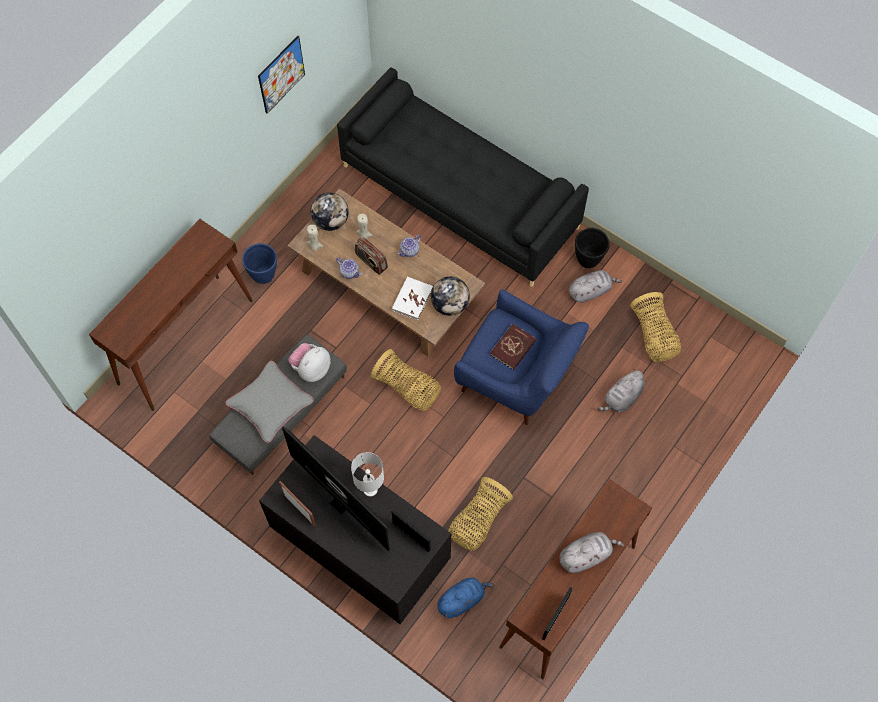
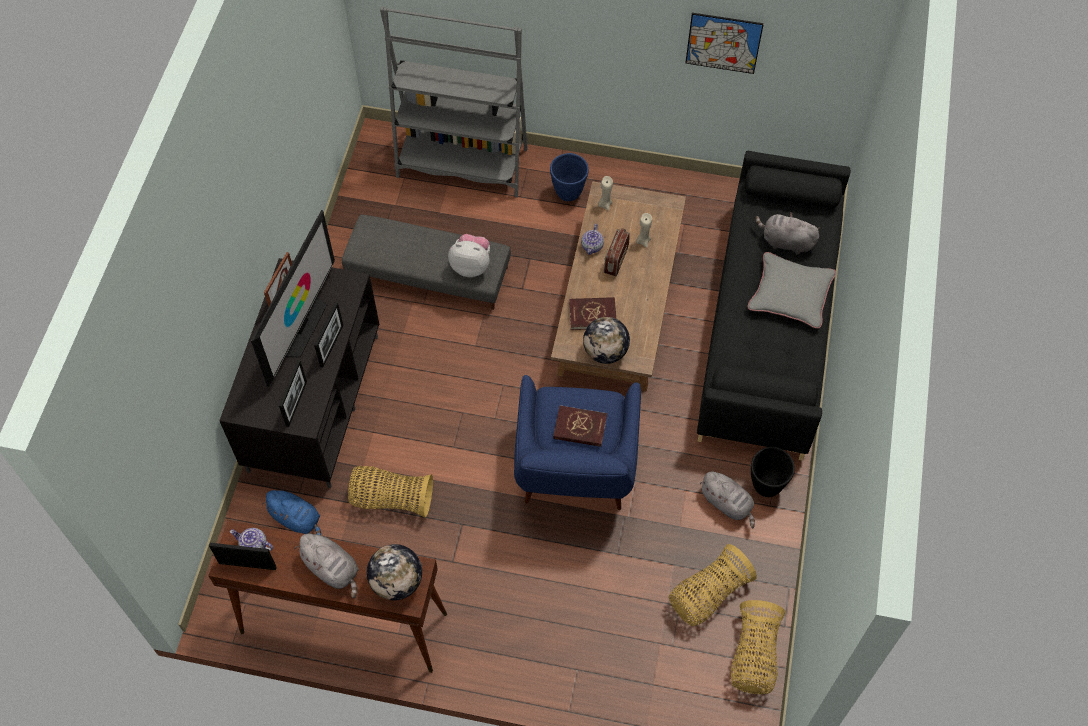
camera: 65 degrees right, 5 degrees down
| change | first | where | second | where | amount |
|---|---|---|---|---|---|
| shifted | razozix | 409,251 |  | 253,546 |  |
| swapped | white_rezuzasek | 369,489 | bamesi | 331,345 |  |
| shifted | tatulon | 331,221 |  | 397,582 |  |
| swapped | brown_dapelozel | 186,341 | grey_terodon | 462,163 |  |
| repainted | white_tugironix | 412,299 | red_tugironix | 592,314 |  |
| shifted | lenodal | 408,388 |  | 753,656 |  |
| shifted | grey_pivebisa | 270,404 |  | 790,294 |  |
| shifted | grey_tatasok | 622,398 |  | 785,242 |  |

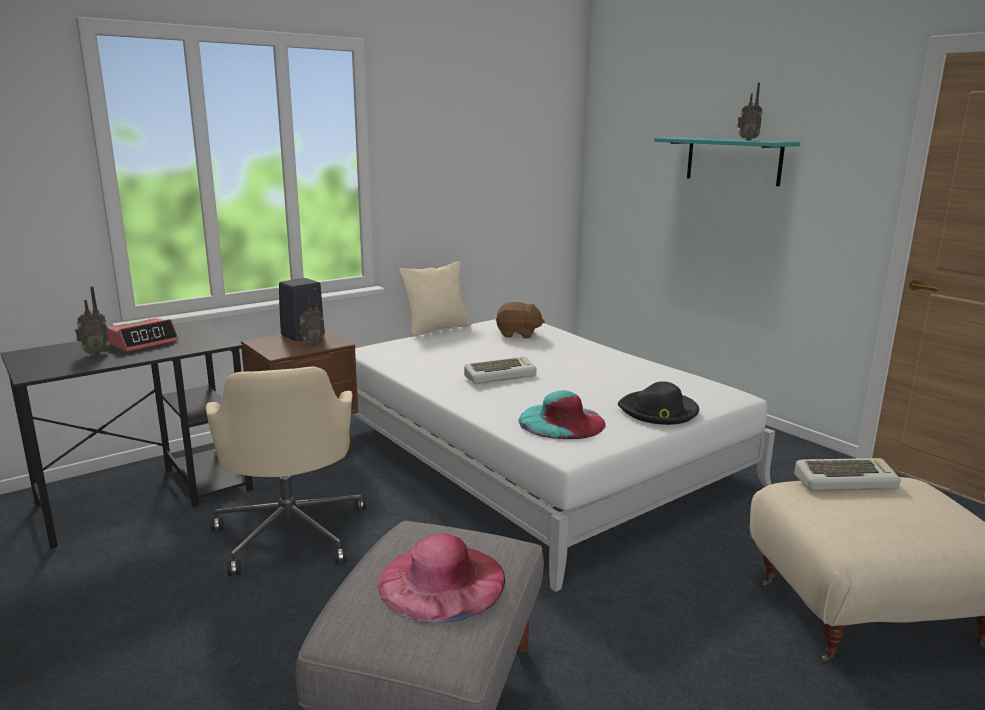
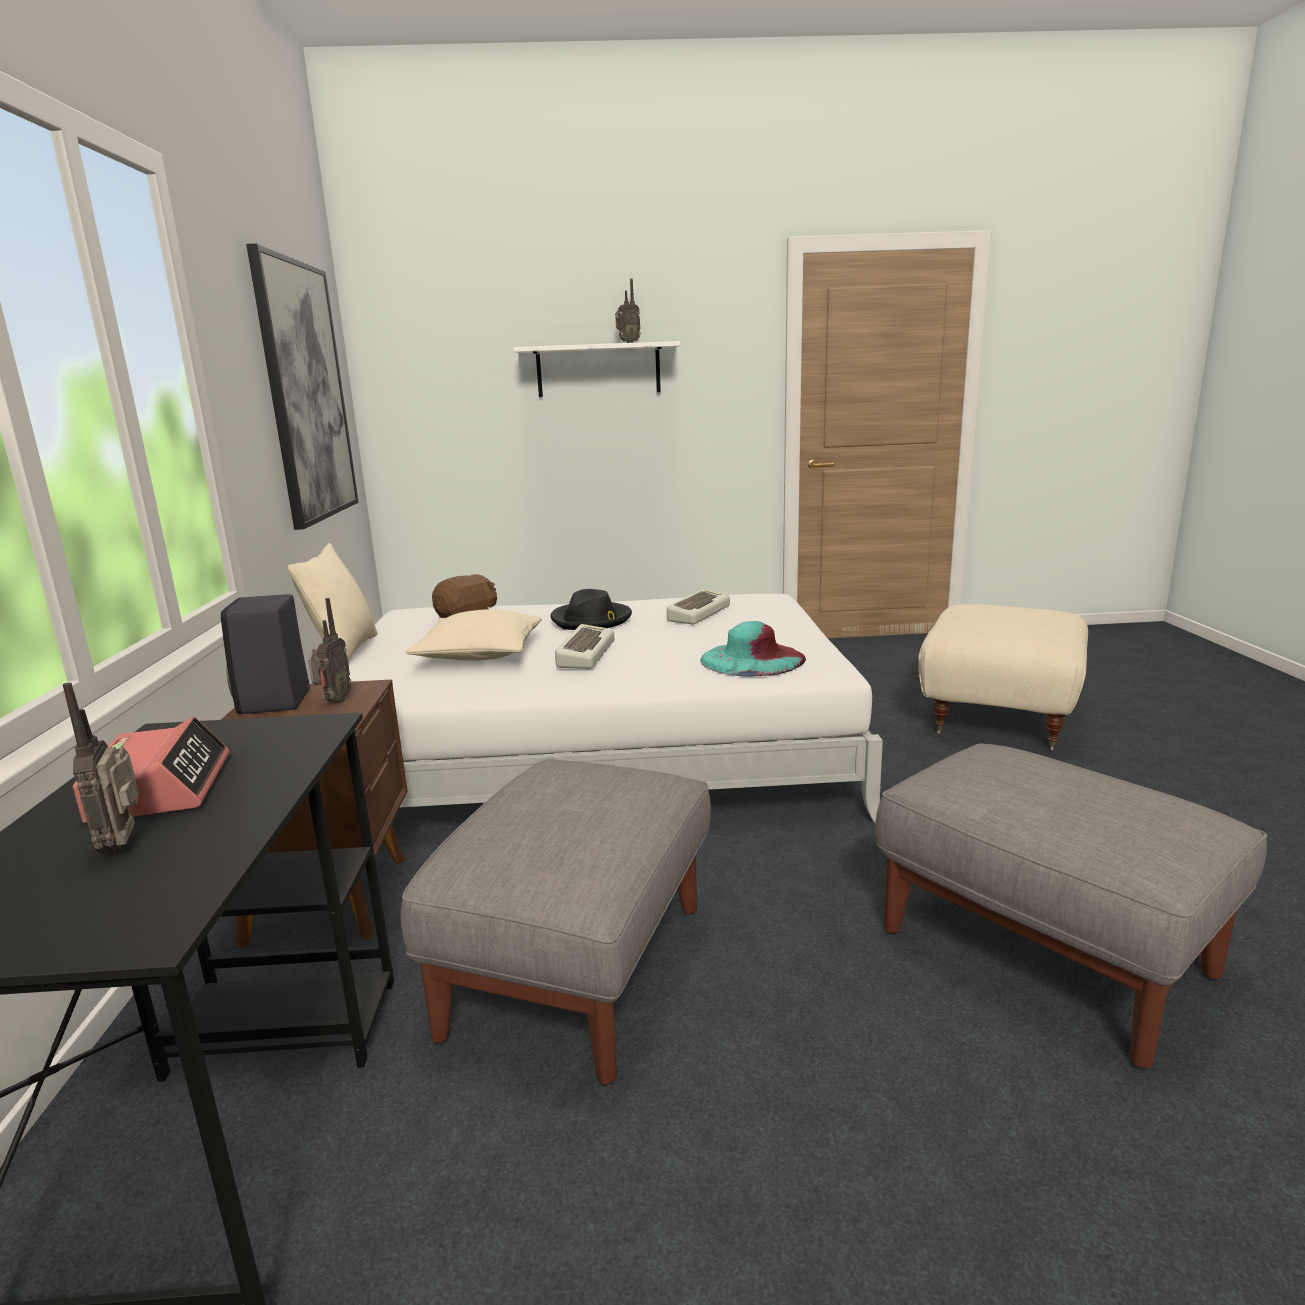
camera: 55 degrees left, 0 degrees up
| change | first | where | second | where | amount |
|---|---|---|---|---|---|
| rotated | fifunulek | 95,353 |  | 125,844 | 150 degrees clockwise |
| new |  |  | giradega | 306,392 |  |
| swapped | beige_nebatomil | 291,532 | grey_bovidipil | 577,970 |  |
| new |  |  | beige_pivebisa | 479,654 |  |
| repainted | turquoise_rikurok | 733,161 | white_rikurok | 598,370 |  |
| shifted | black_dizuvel | 658,411 |  | 591,620 |  |
| shifted | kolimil | 845,481 |  | 697,613 |  |
| gone | pink_dizuvel | 442,580 |  |  |  |

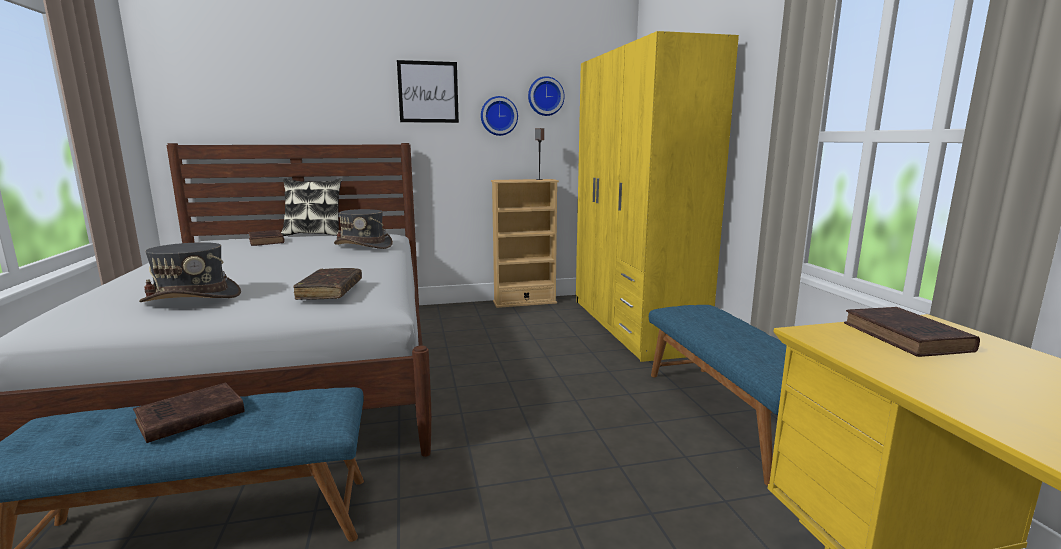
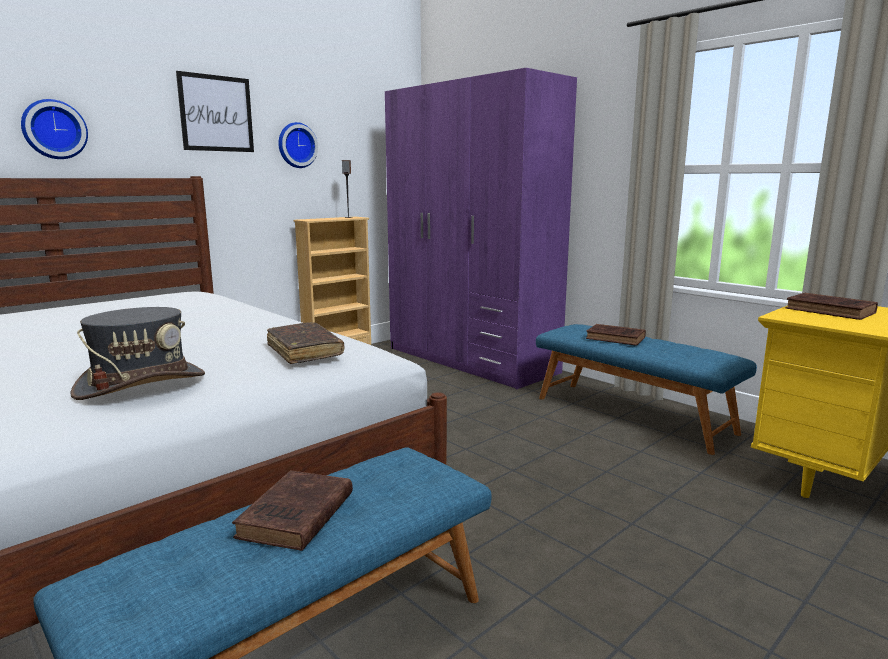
camera: 30 degrees left, 0 degrees up
| change | first | where | second | where | amount |
|---|---|---|---|---|---|
| shifted | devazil | 545,96 |  | 54,129 |  |
| repainted | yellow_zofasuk | 633,325 | purple_zofasuk | 470,360 |  |
| shifted | brown_tugironix | 266,241 |  | 617,338 |  |
| gone | pivebisa | 314,234 |  |  |  |
| gone | grey_dizuvel | 364,246 |  |  |  |

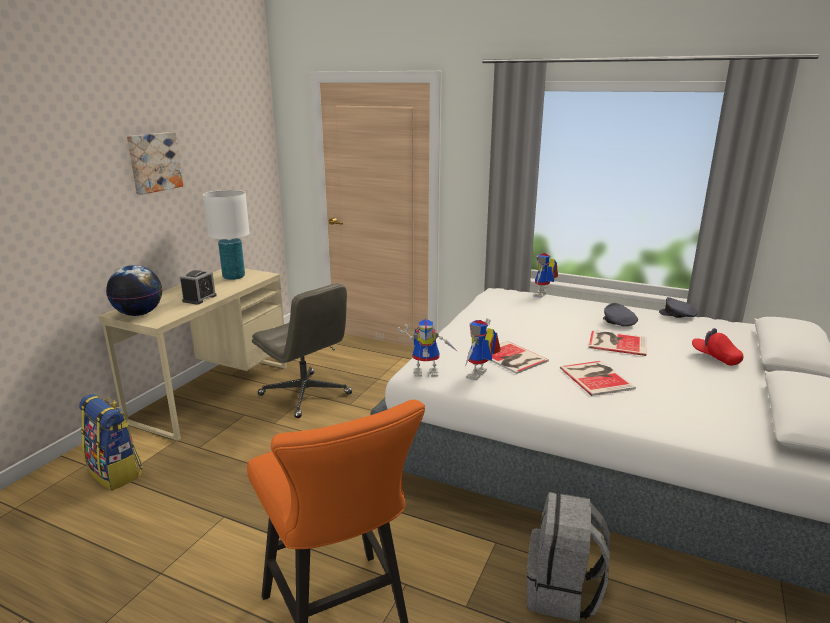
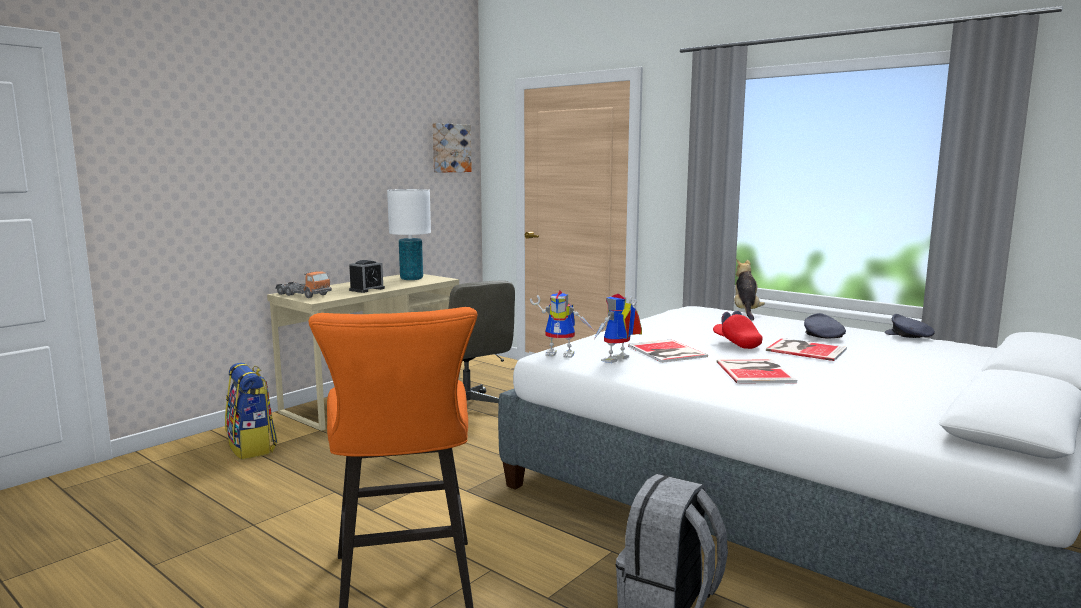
camera: 15 degrees right, 10 degrees down
| change | first | where | second | where | amount |
|---|---|---|---|---|---|
| swapped | tatulon | 139,314 | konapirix | 303,295 |  |
| shifted | giradega | 154,162 |  | 450,148 |  |
| shifted | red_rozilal | 715,358 |  | 736,343 |  |
| swapped | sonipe | 543,295 | tatasok | 745,312 |  |

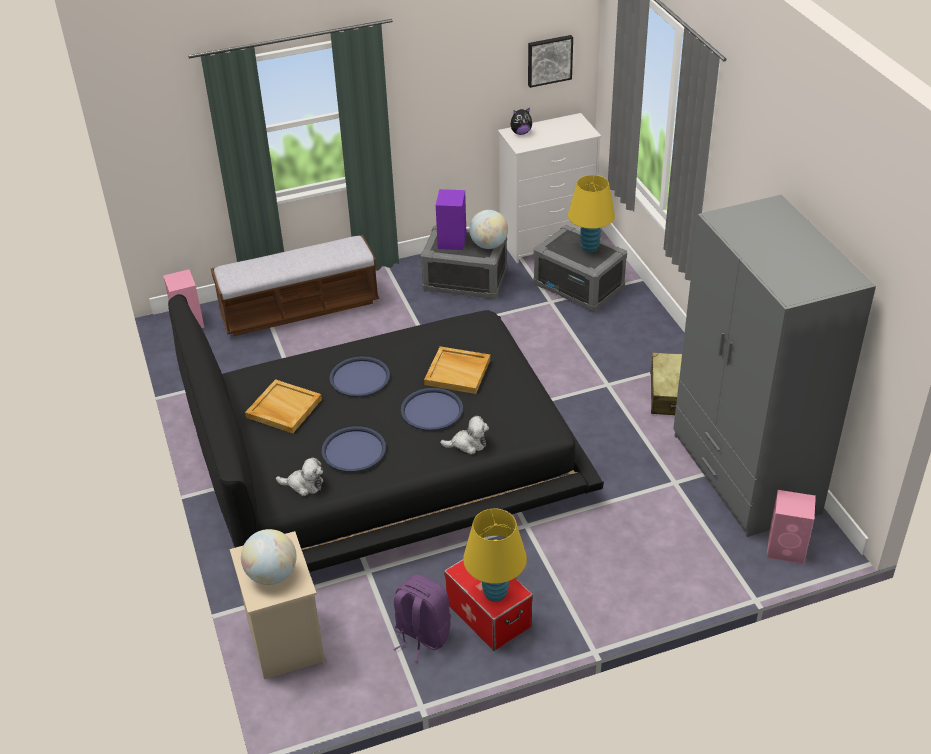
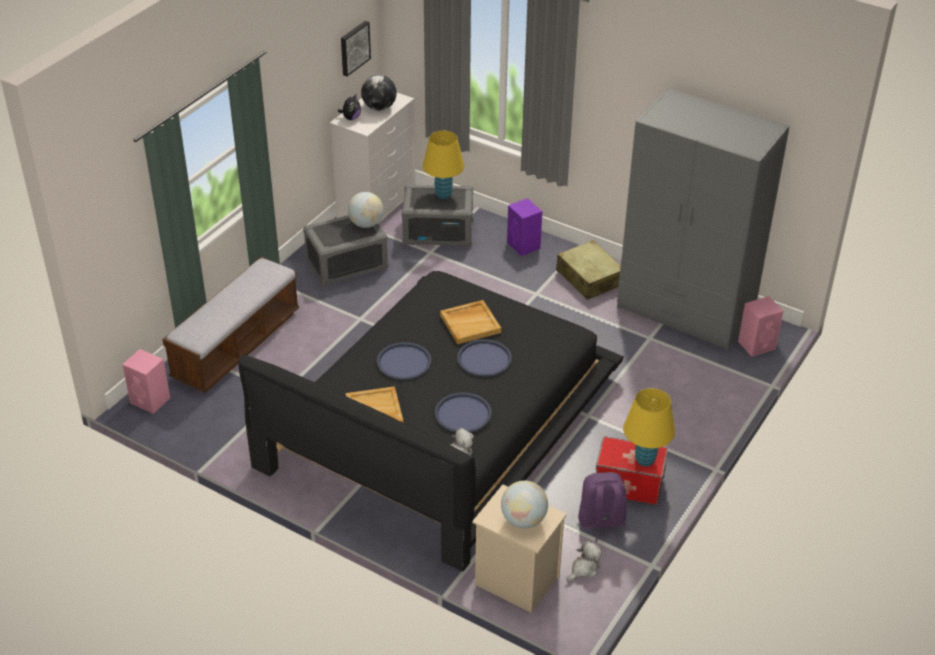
camera: 40 degrees left, 0 degrees up
| change | first | where | second | where | amount |
|---|---|---|---|---|---|
| new |  |  | tatulon | 379,108 |  |
| shifted | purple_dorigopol | 452,241 |  | 524,246 |  |
| shifted | tatasok | 468,444 |  | 584,569 |  |

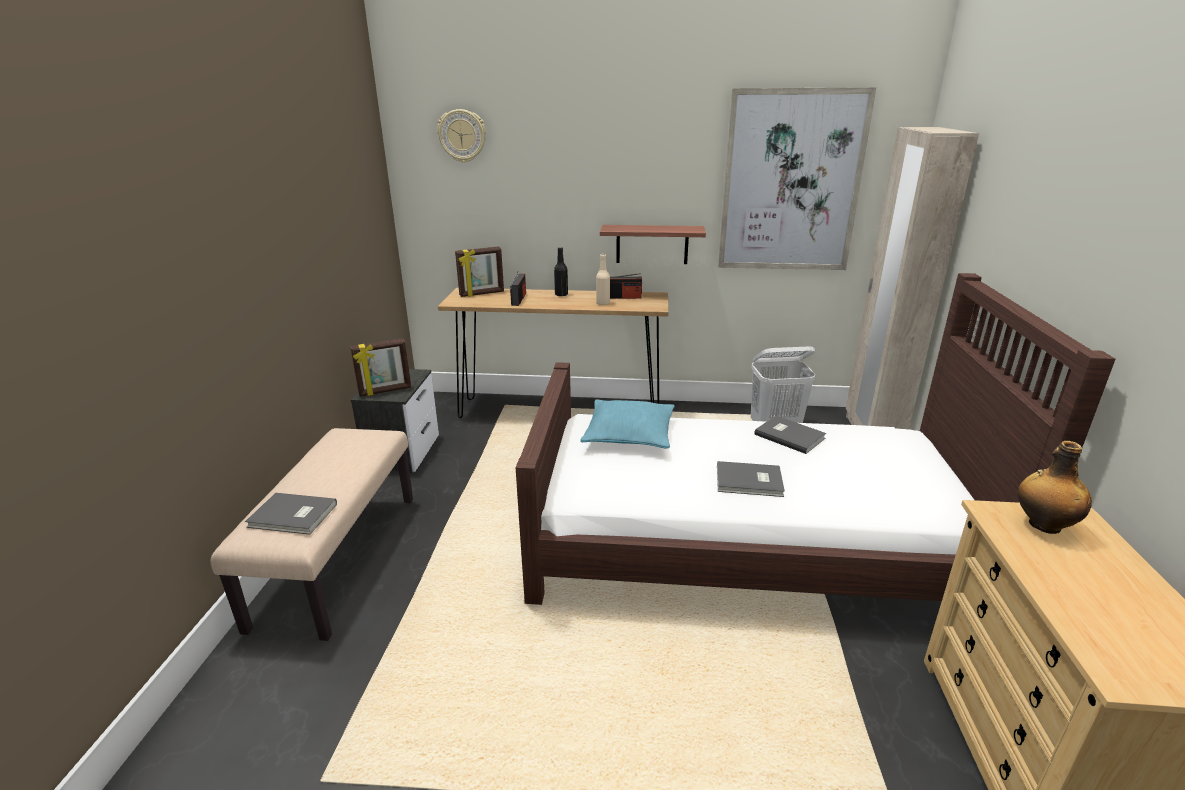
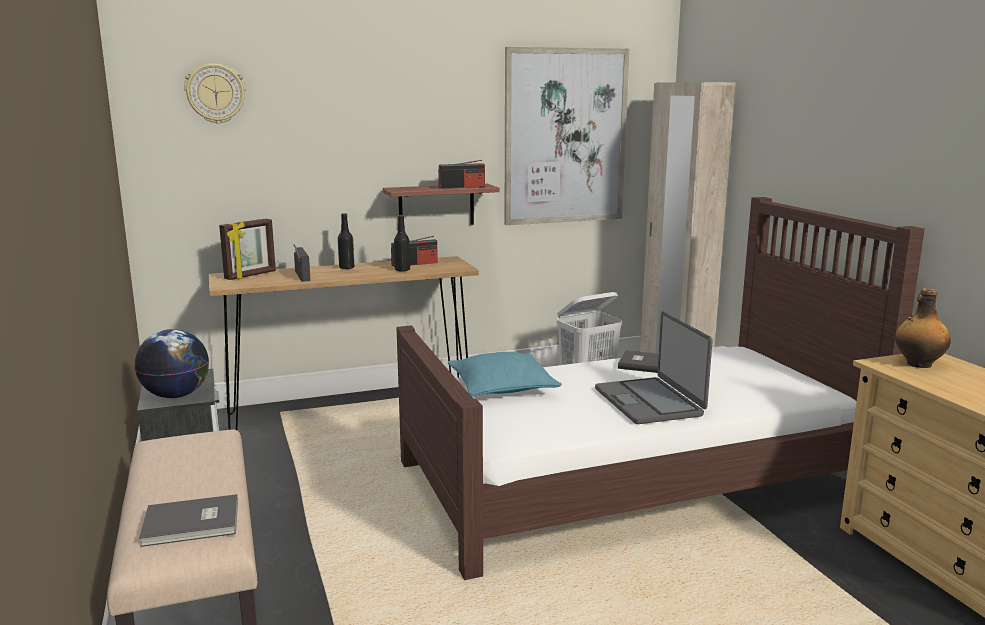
camera: 25 degrees left, 10 degrees down
| change | first | where | second | where | amount |
|---|---|---|---|---|---|
| swapped | bamesi | 385,391 | tatulon | 176,395 |  |
| repainted | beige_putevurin | 603,303 | black_putevurin | 402,270 |  |
| new |  |  | fifunulek | 462,187 |  |
| swapped | grey_tugironix | 750,482 | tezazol | 649,402 |  |

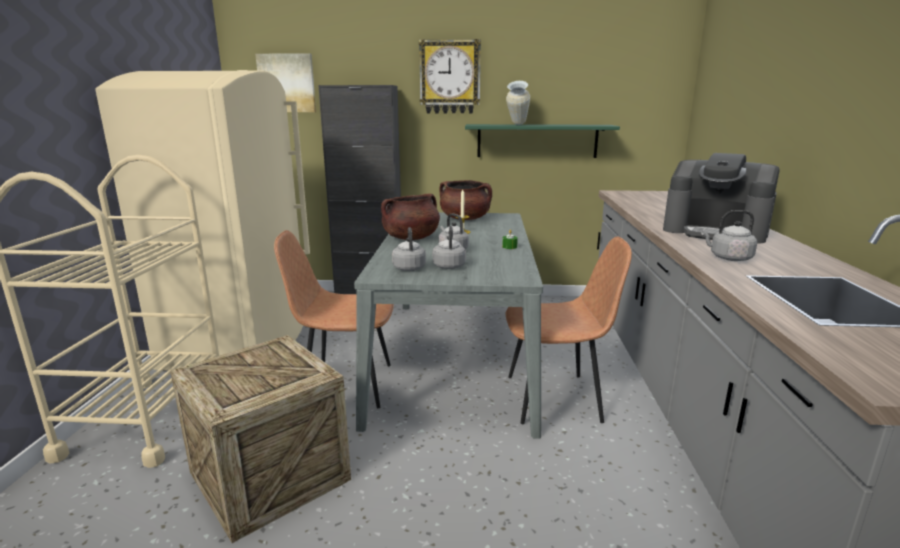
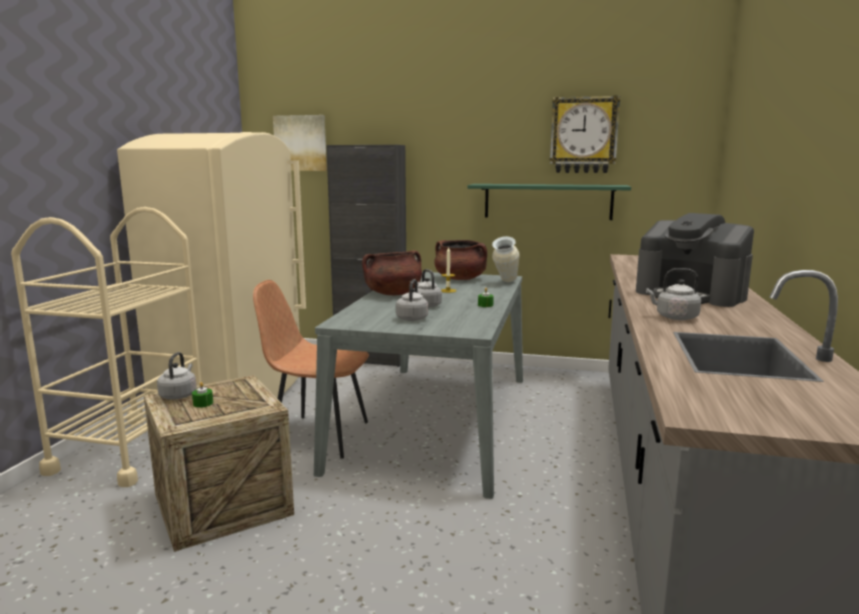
camera: 10 degrees right, 5 degrees down
| change | first | where | second | where | amount |
|---|---|---|---|---|---|
| shifted | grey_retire | 409,267 |  | 179,395 |  |
| new |  |  | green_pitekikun | 203,403 |  |
| shifted | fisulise | 516,124 |  | 504,283 |  |
| shifted | devazil | 450,77 |  | 583,135 |  |
| gone | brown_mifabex | 556,398 |  |  |  |

